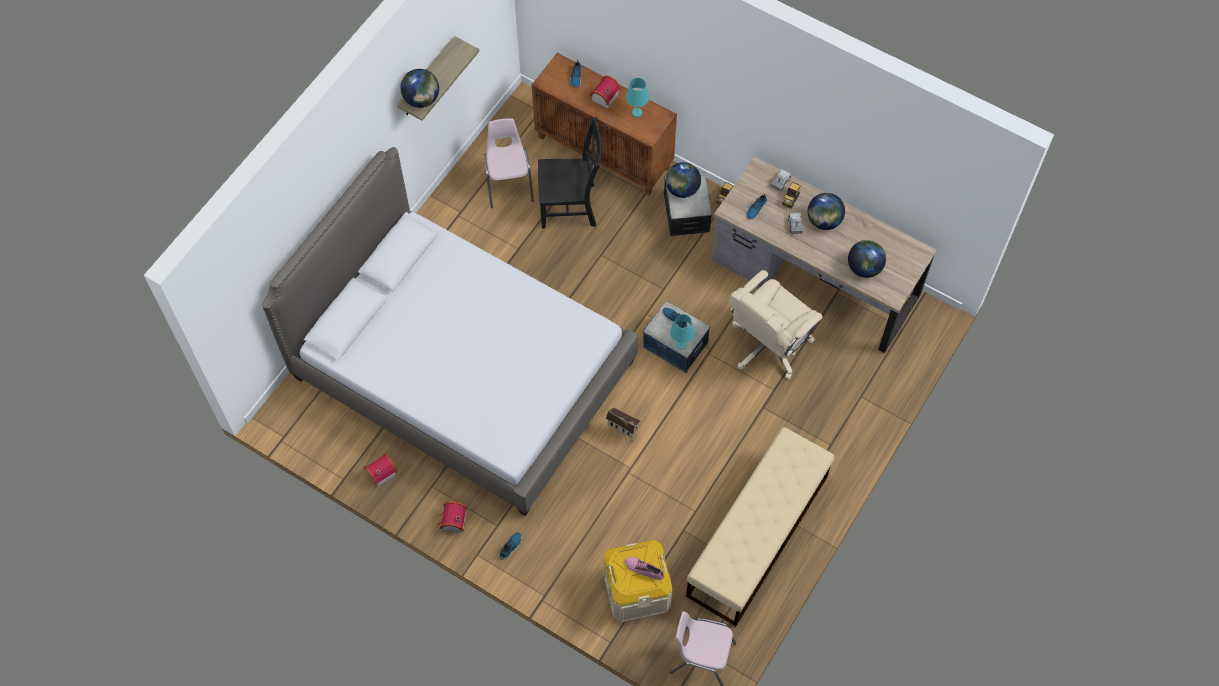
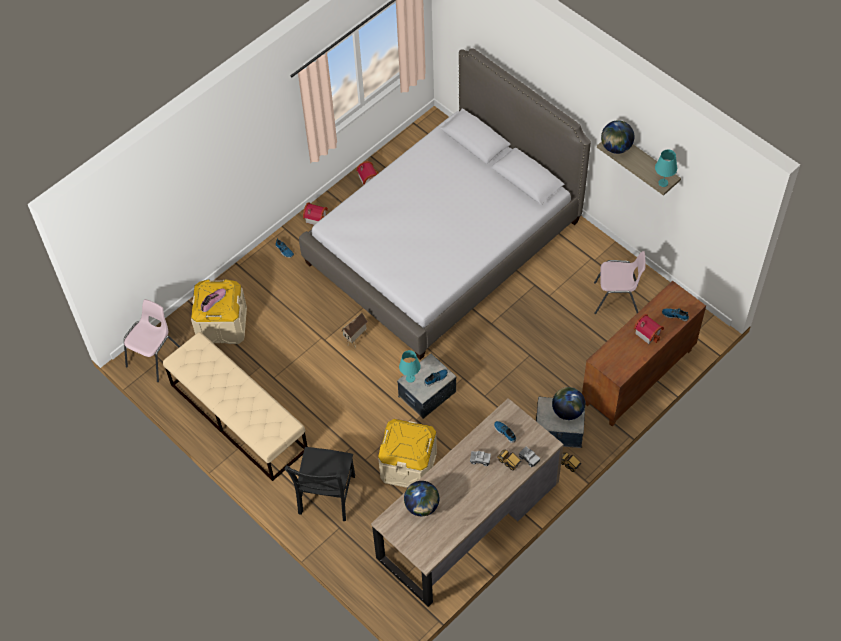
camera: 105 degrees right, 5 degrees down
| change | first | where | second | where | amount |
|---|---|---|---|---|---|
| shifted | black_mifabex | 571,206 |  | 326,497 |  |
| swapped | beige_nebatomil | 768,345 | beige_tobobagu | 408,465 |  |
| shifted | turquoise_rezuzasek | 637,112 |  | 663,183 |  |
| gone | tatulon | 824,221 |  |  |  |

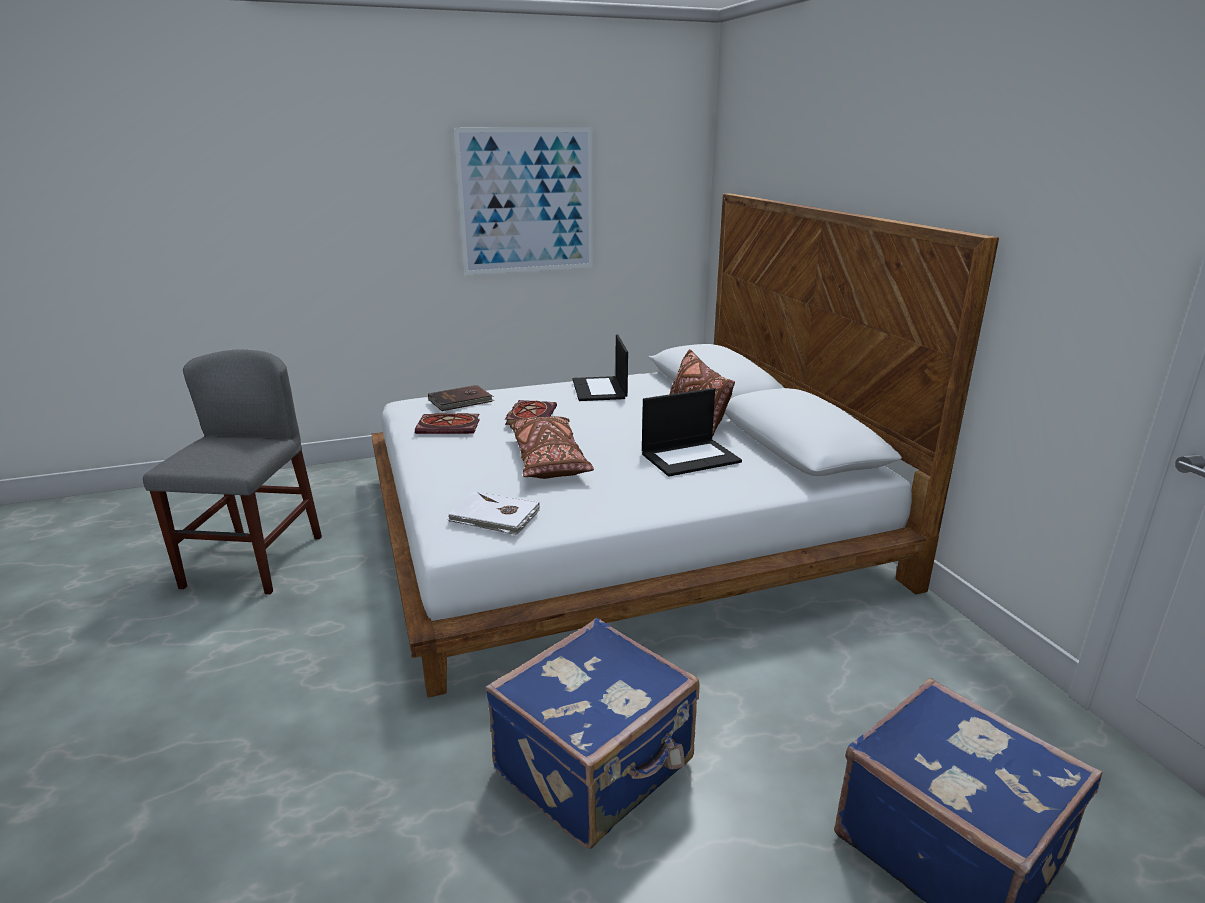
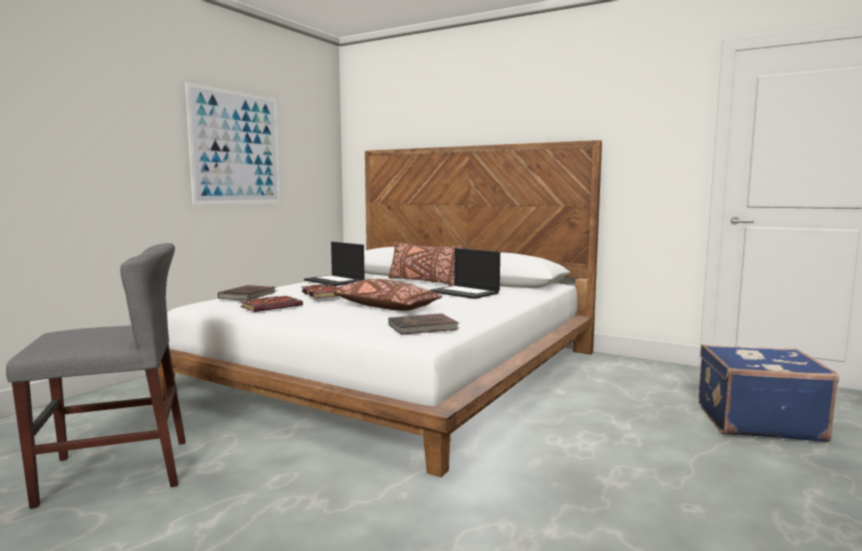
camera: 40 degrees left, 15 degrees down
| change | first | where | second | where | amount |
|---|---|---|---|---|---|
| rotated | grey_mifabex | 253,561 |  | 116,471 | 105 degrees clockwise |
| repainted | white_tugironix | 495,517 | brown_tugironix | 423,327 |  |
| rotated | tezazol | 691,457 |  | 465,292 | 105 degrees clockwise |
| gone | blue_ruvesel | 597,768 |  |  |  |

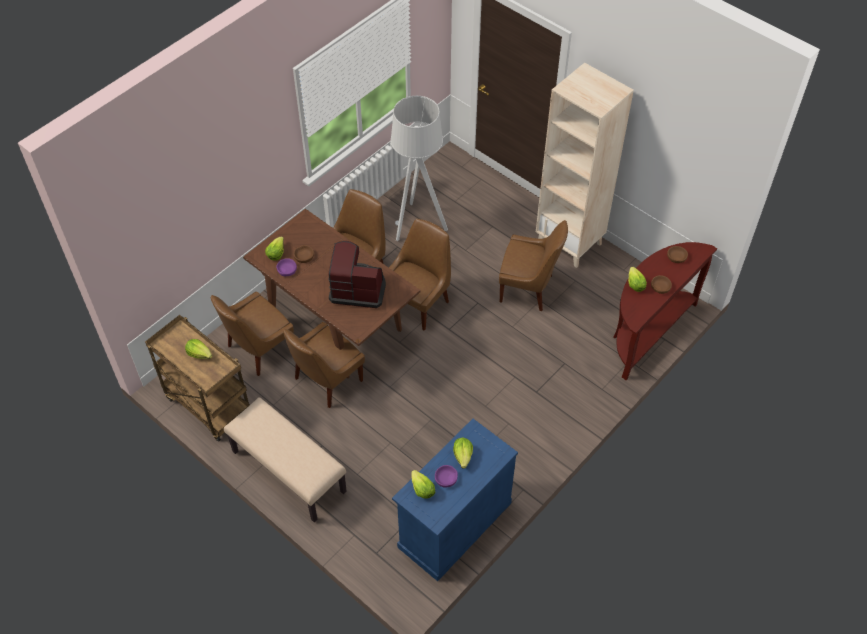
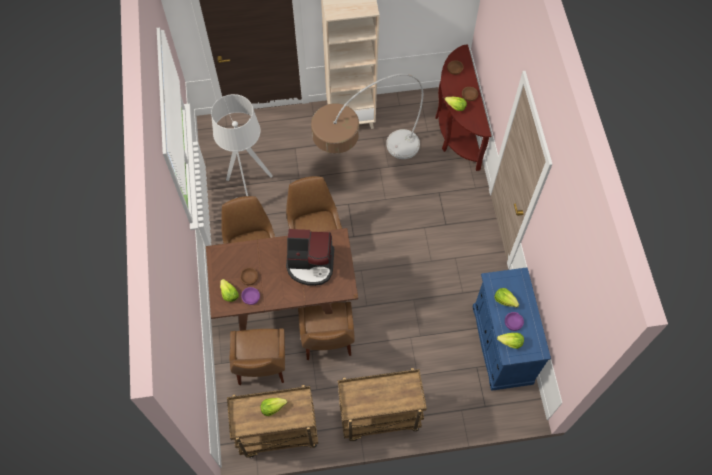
camera: 50 degrees left, 10 degrees up
| change | first | where | second | where | amount |
|---|---|---|---|---|---|
| rotated | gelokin | 358,288 |  | 310,264 | 135 degrees counterclockwise |
| swapped | brown_mifabex | 528,289 | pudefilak | 364,167 |  |
| swapped | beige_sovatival | 288,472 | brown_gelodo | 379,418 |  |

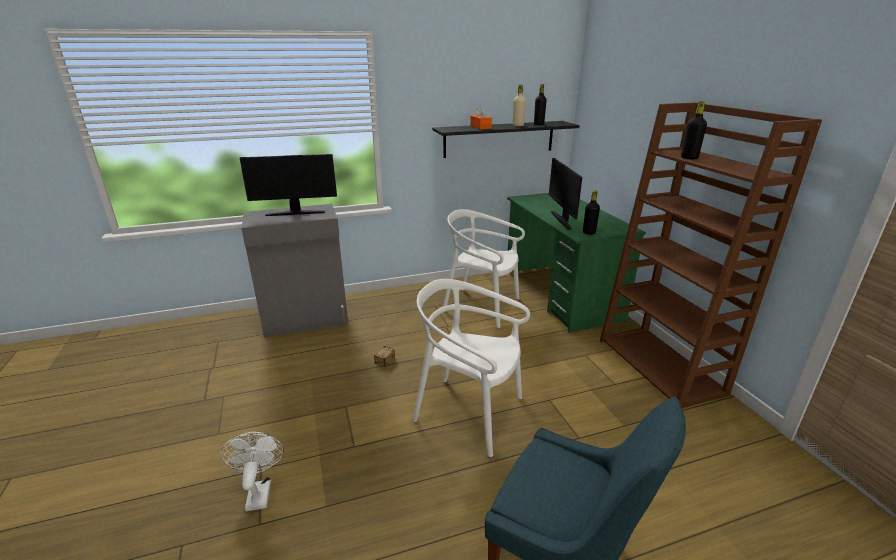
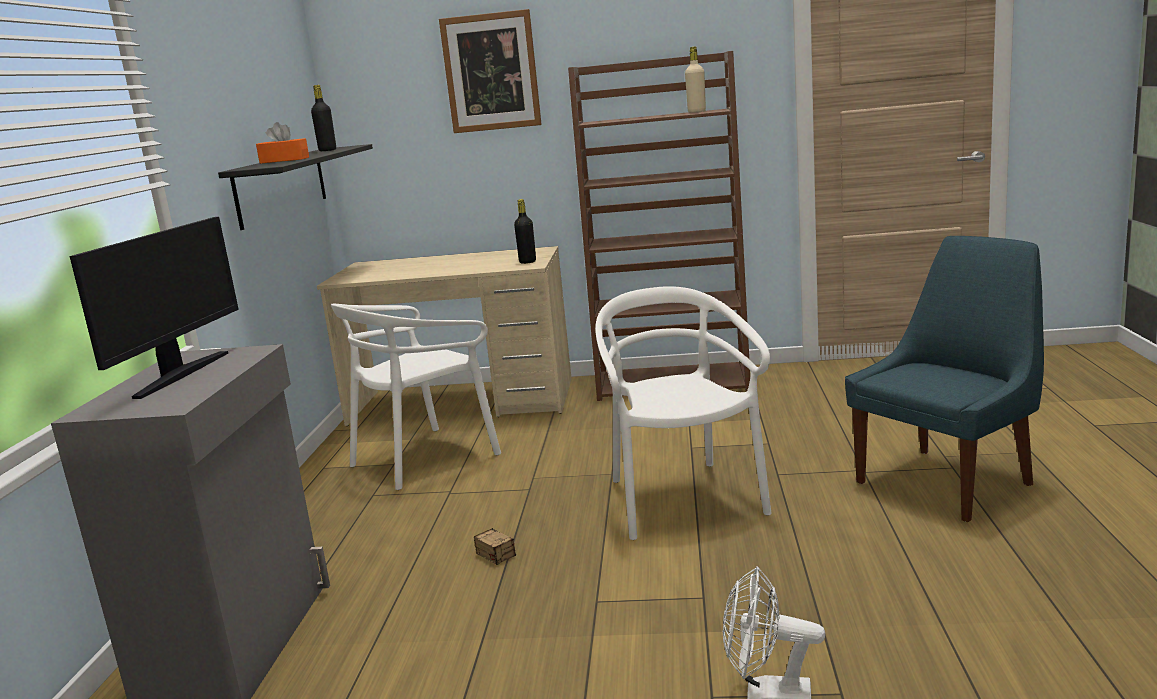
camera: 65 degrees left, 10 degrees down
| change | first | where | second | where | amount |
|---|---|---|---|---|---|
| repainted | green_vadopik | 560,294 | beige_vadopik | 463,402 |  |
| new |  |  | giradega | 491,72 |  |
| rotated | white_mifabex | 469,412 |  | 682,500 | 120 degrees clockwise |
| shifted | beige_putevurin | 518,125 |  | 696,112 |  |
| gone | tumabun | 562,220 |  |  |  |
| gone | black_putevurin | 689,158 |  |  |  |

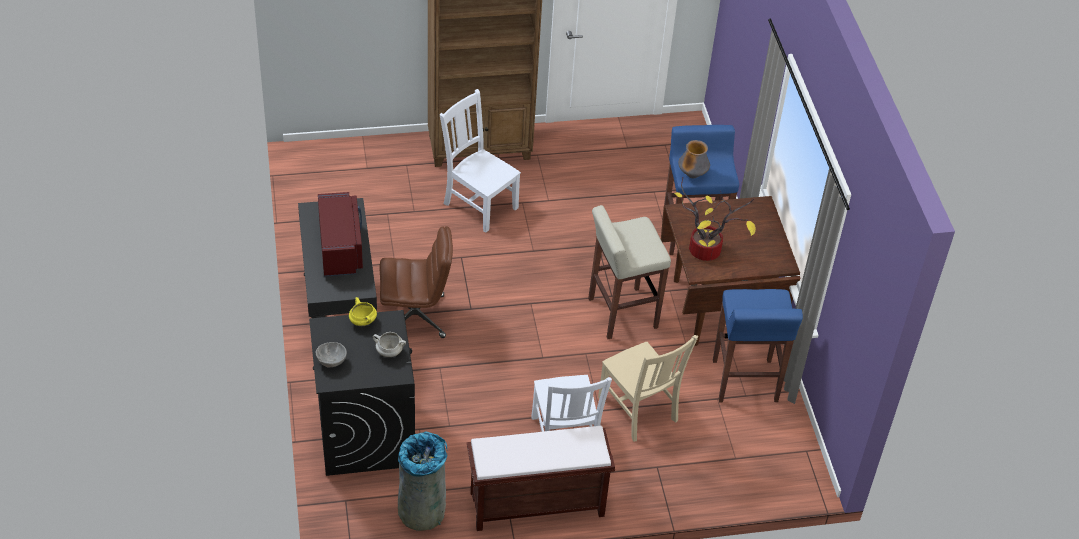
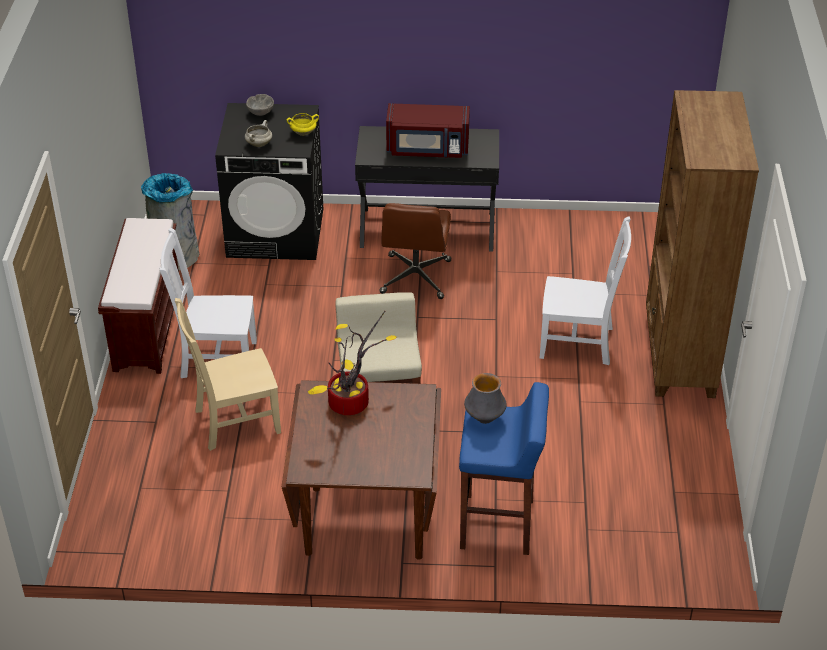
camera: 105 degrees right, 5 degrees down
| change | first | where | second | where | amount |
|---|---|---|---|---|---|
| rotated | white_mifabex | 479,204 |  | 579,343 | 45 degrees clockwise |
| gone | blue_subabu | 744,382 |  |  |  |

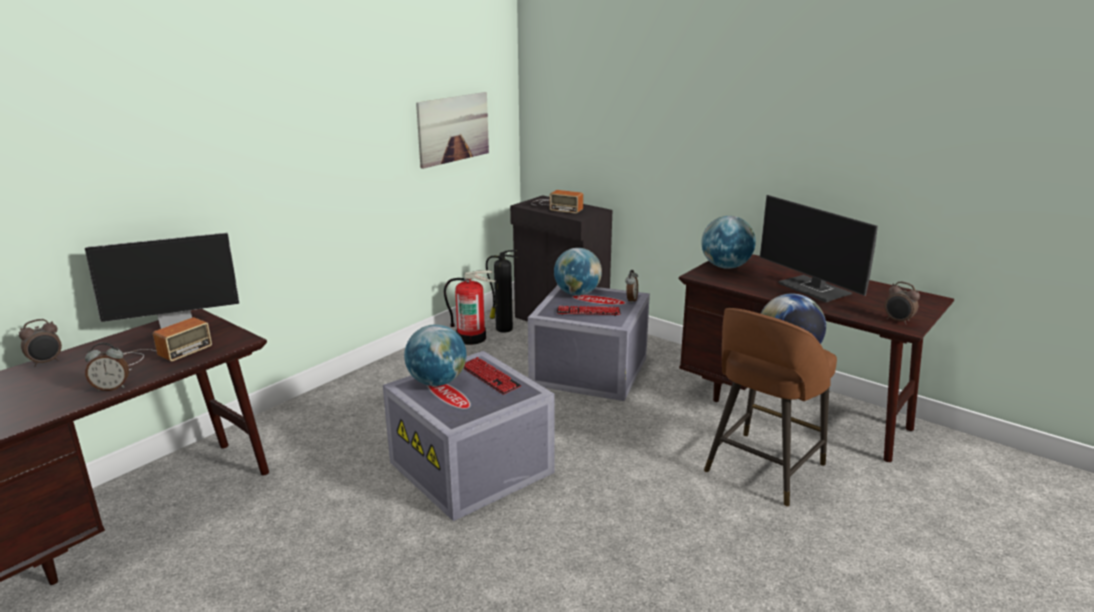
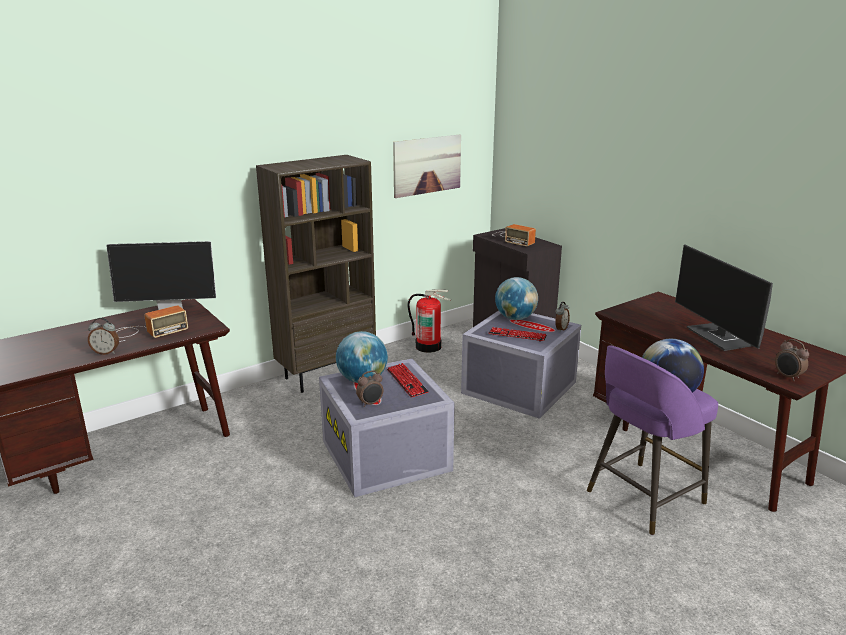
camera: 15 degrees right, 0 degrees up
| change | first | where | second | where | amount |
|---|---|---|---|---|---|
| new |  |  | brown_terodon | 327,374 |  |
| shifted | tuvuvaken | 46,362 |  | 370,403 |  |
| repainted | brown_subabu | 762,469 | purple_subabu | 642,498 |  |
| gone | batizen | 503,329 |  |  |  |
| gone | tatulon | 726,267 |  |  |  |

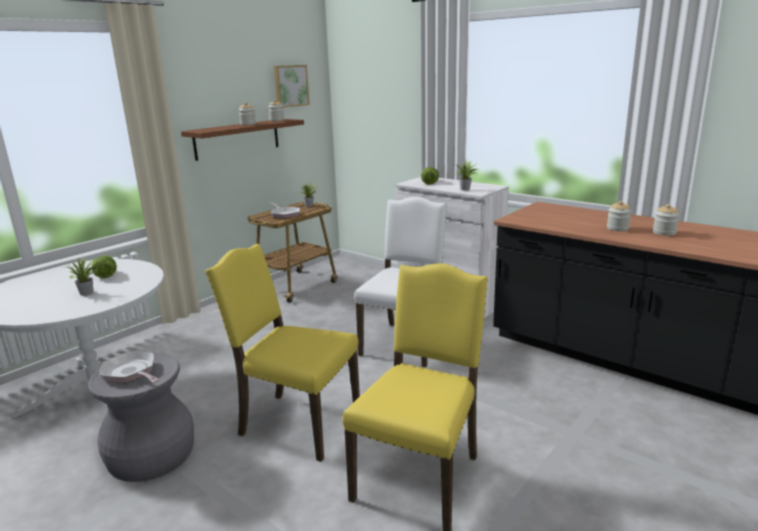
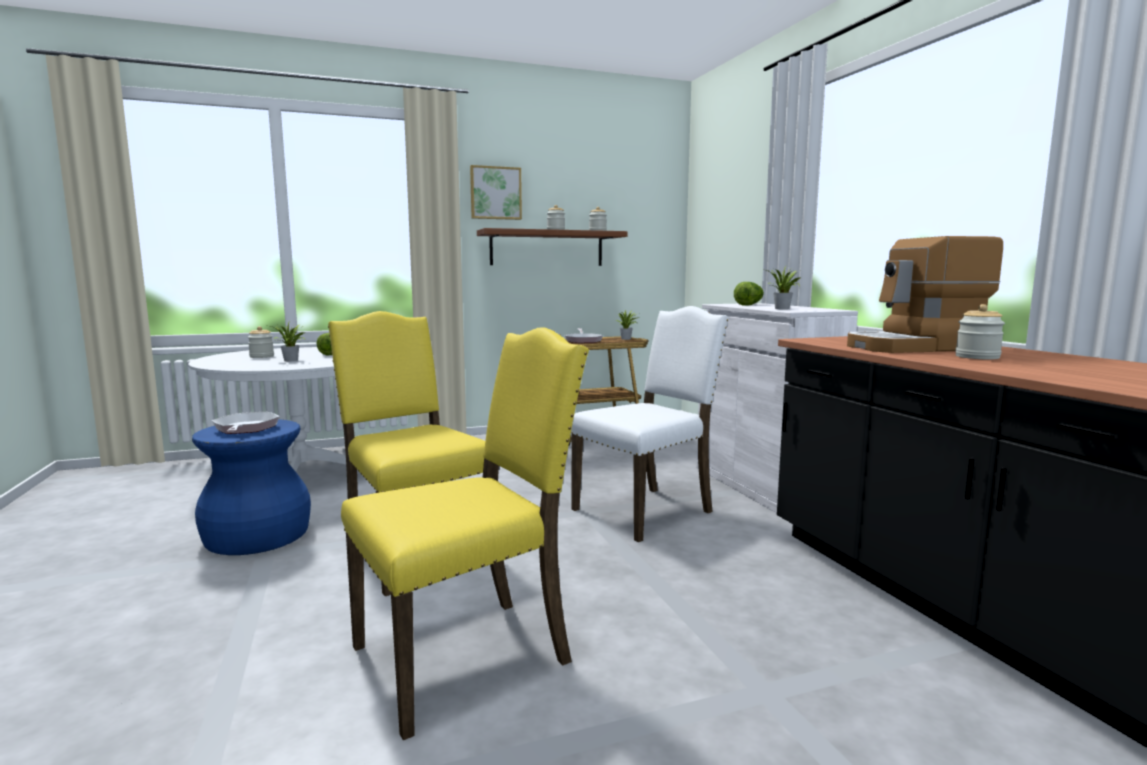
camera: 30 degrees right, 10 degrees down
| change | first | where | second | where | amount |
|---|---|---|---|---|---|
| repainted | grey_subabu | 151,456 | blue_subabu | 256,537 |  |
| shifted | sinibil | 664,232 |  | 262,356 |  |
| shifted | giradega | 290,86 |  | 495,193 |  |
| new |  |  | gelokin | 916,347 |  |

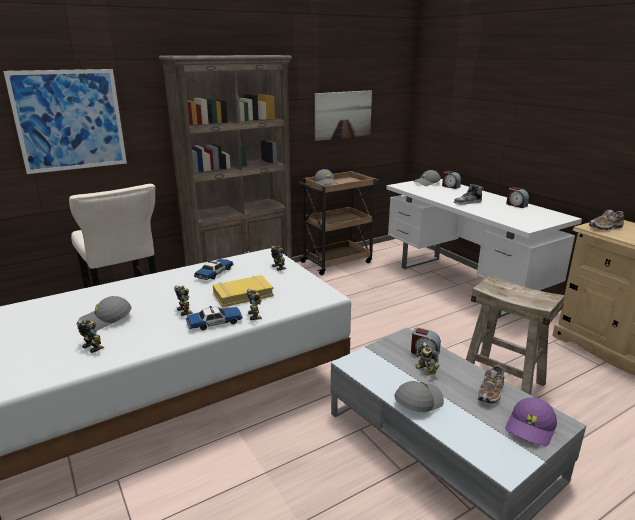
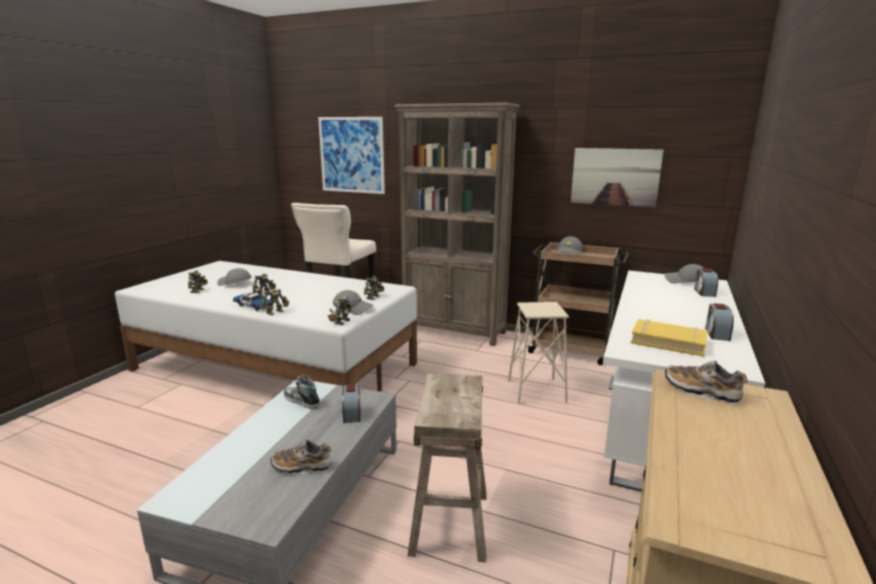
camera: 55 degrees right, 5 degrees down
| change | first | where | second | where | amount |
|---|---|---|---|---|---|
| shifted | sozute | 467,202 |  | 301,401 |  |
| shifted | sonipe | 424,370 |  | 340,321 |  |
| shifted | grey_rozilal | 418,401 |  | 354,309 |  |
| new |  |  | beige_subabu | 536,391 |  |
| shifted | yellow_tugironix | 243,294 |  | 668,342 |  |
| gone | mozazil | 214,273 |  |  |  |
| gone | purple_rozilal | 531,428 |  |  |  |

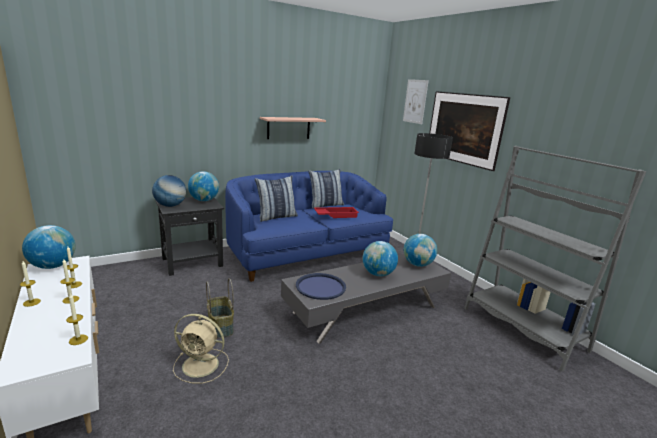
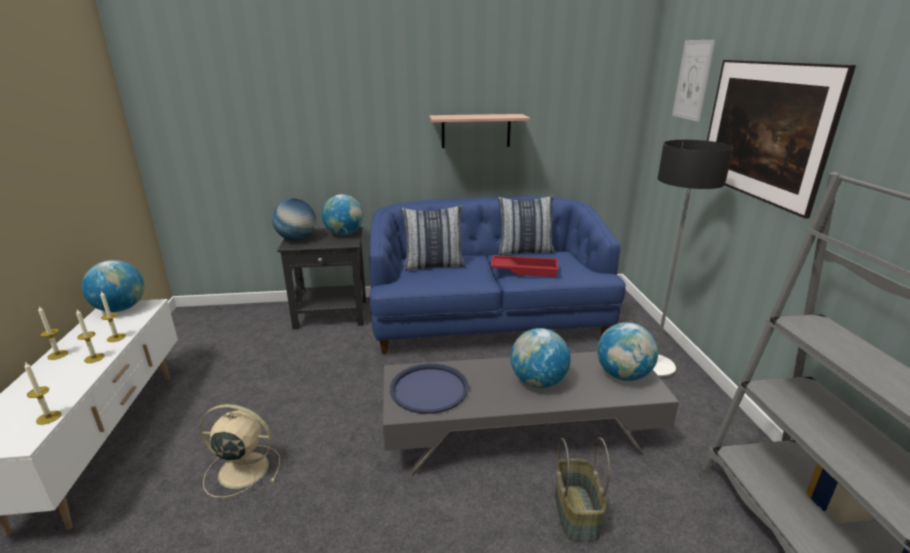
camera: 25 degrees right, 5 degrees up
| change | first | where | second | where | amount |
|---|---|---|---|---|---|
| rotated | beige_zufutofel | 202,365 |  | 241,470 | 150 degrees clockwise |
| shifted | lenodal | 221,326 |  | 577,513 |  |

